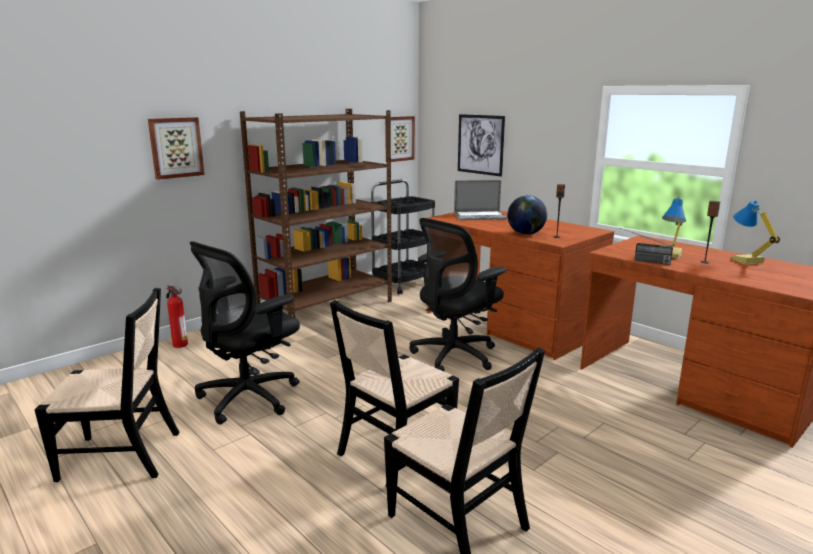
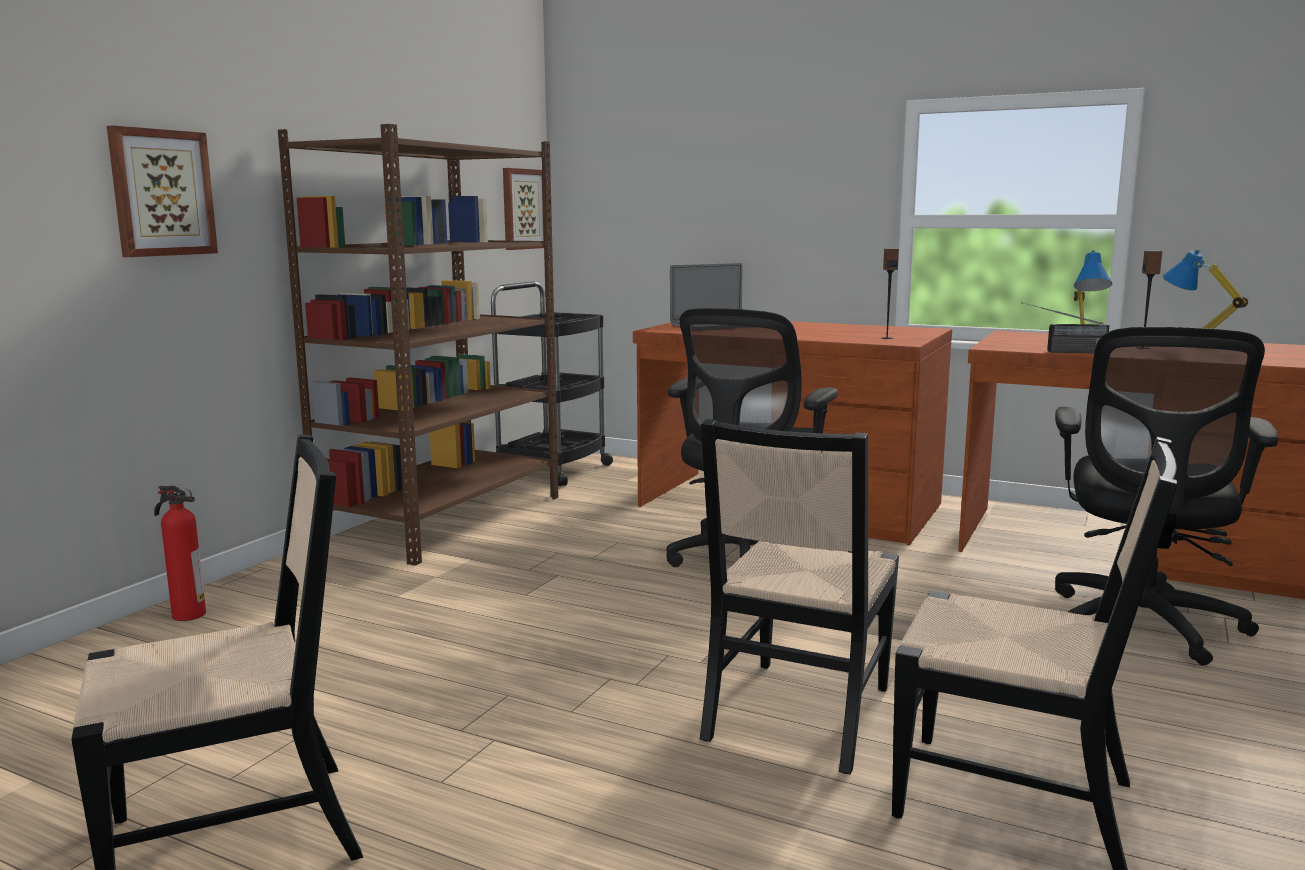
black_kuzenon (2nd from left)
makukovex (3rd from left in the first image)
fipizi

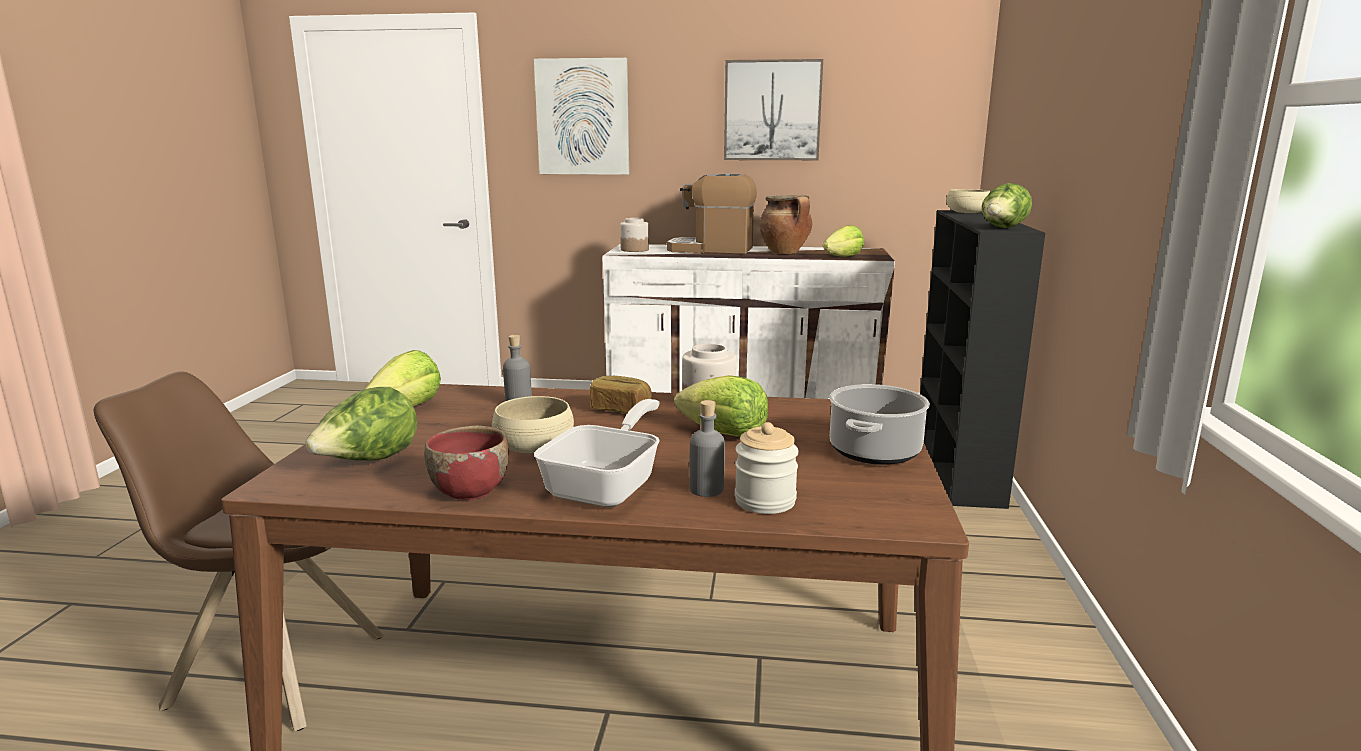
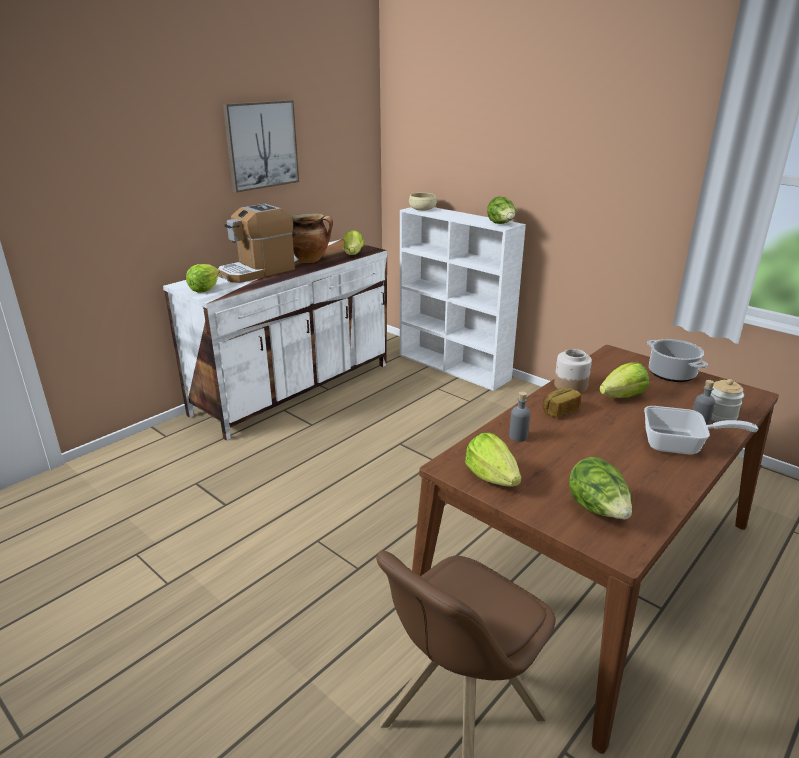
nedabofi (1st from left)
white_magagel
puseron
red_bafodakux
beige_bafodakux (1st from left in the first image)
makukovex (1st from left in the first image)

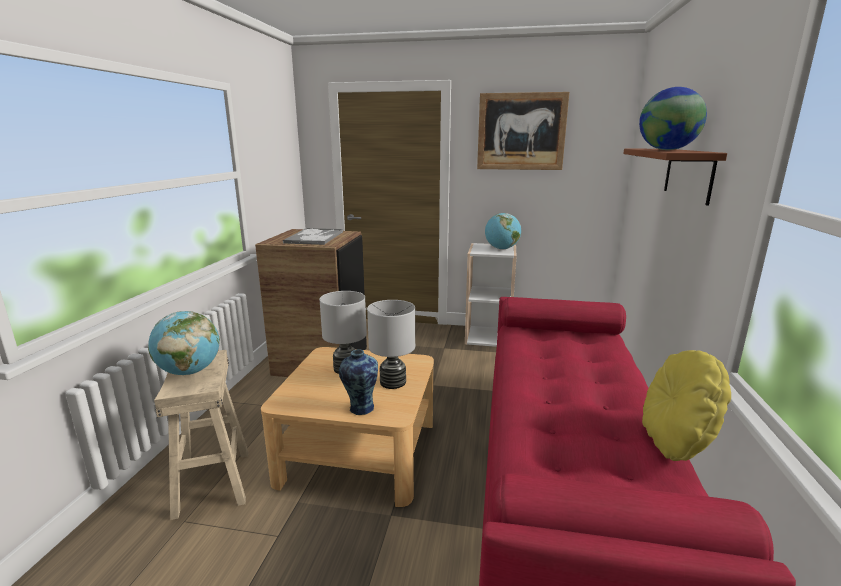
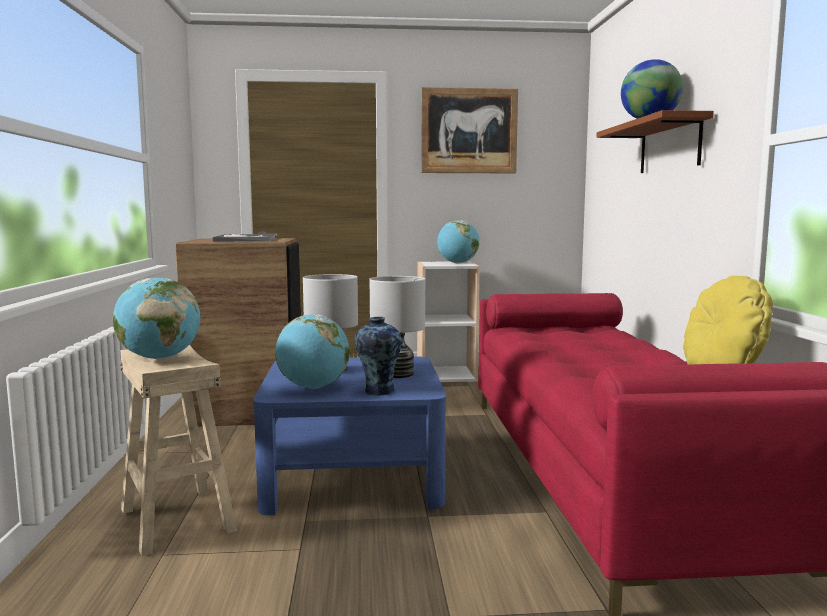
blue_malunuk
fipizi (2nd from left)

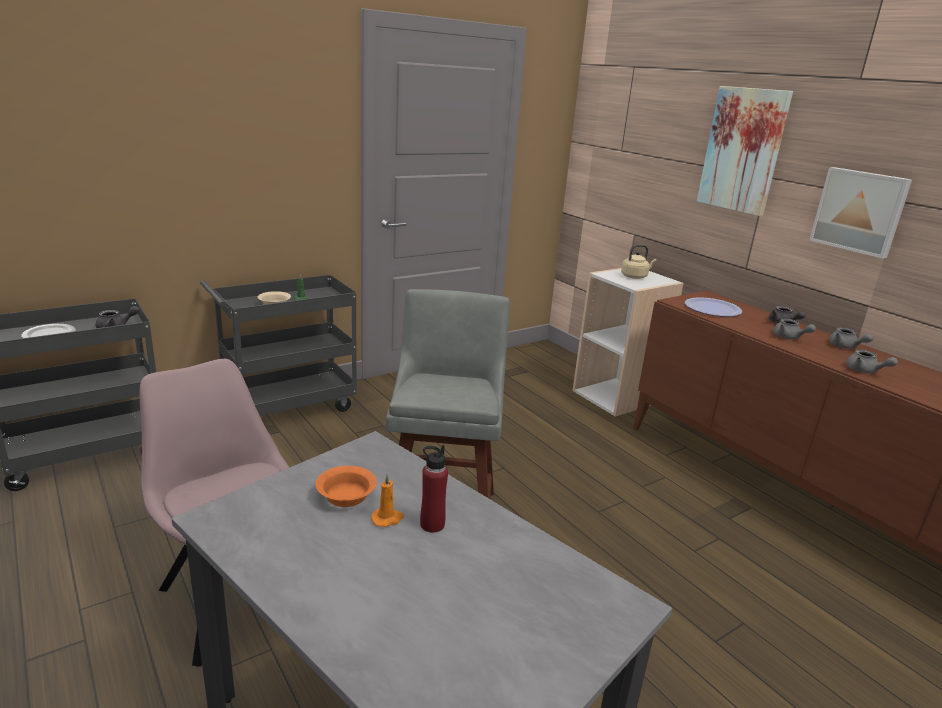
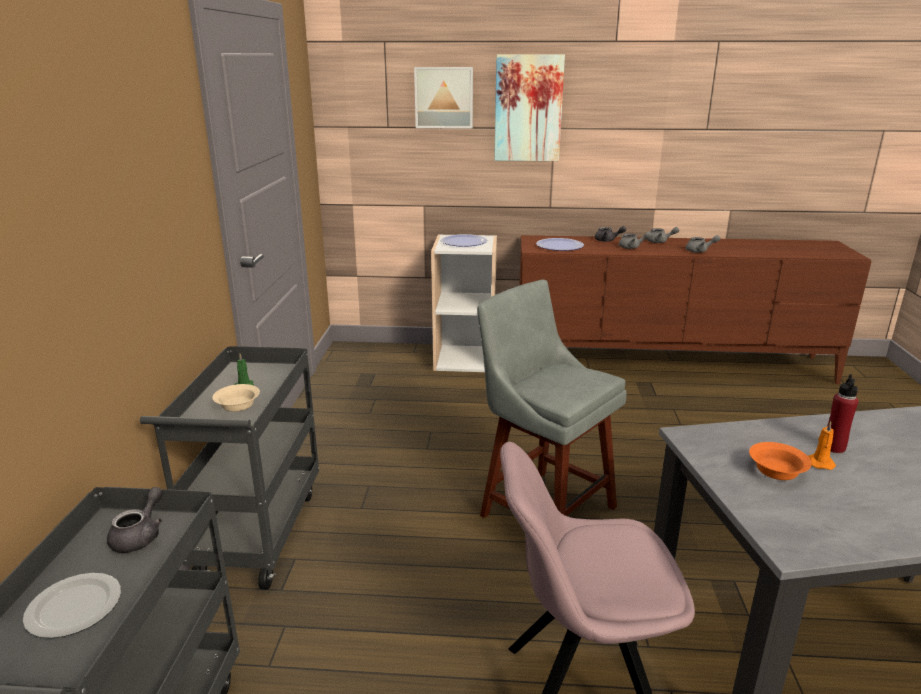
makukovex (1st from left)
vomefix (2nd from left)

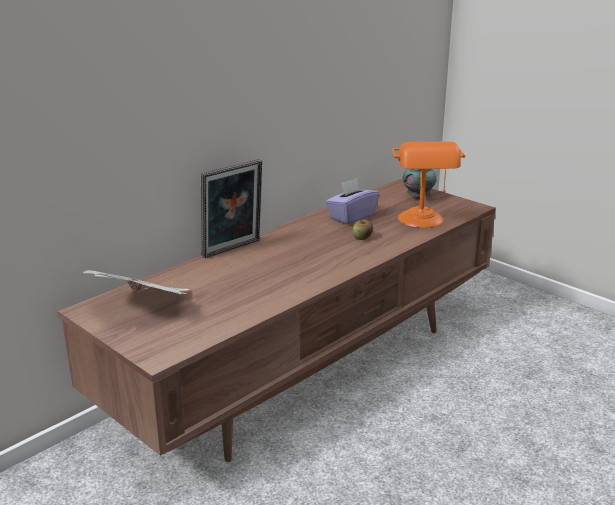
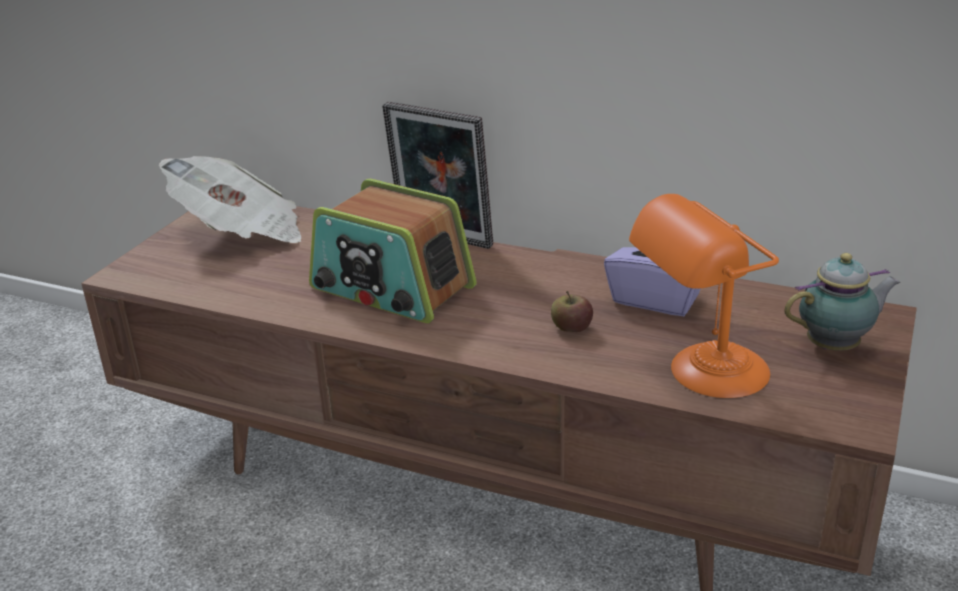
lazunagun

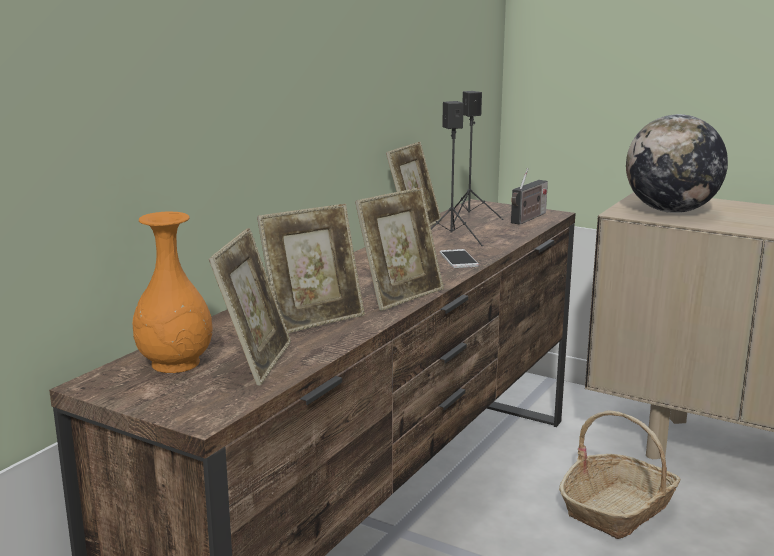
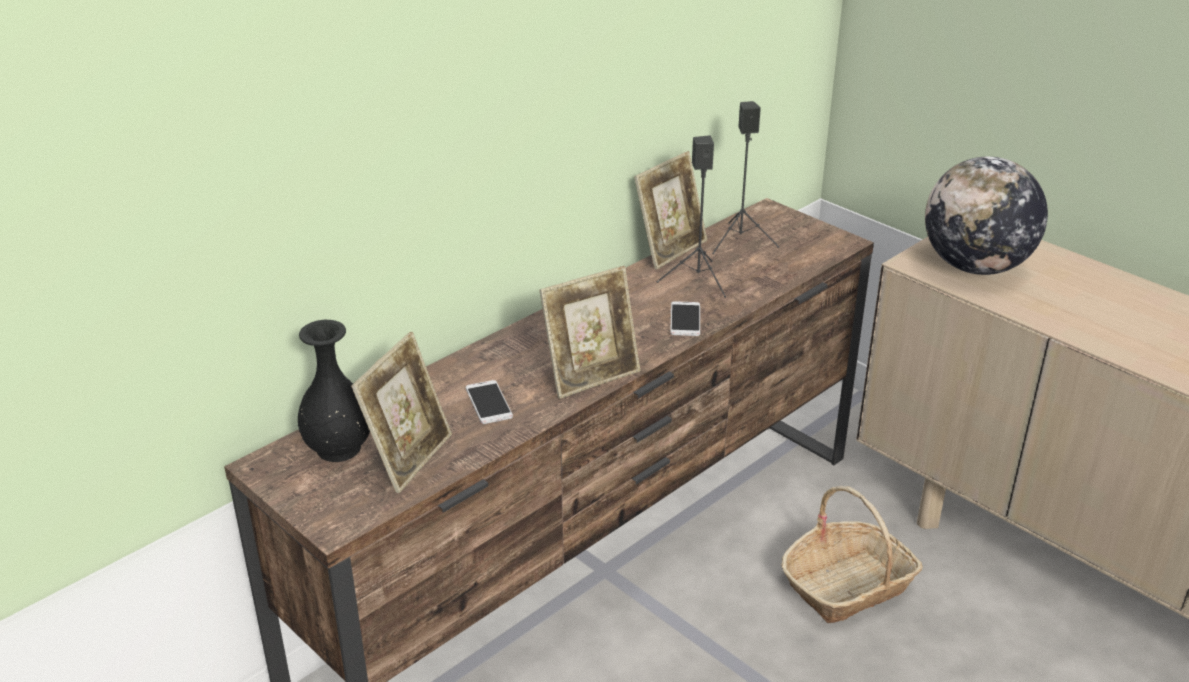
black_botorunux
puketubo (1st from left)
lazunagun

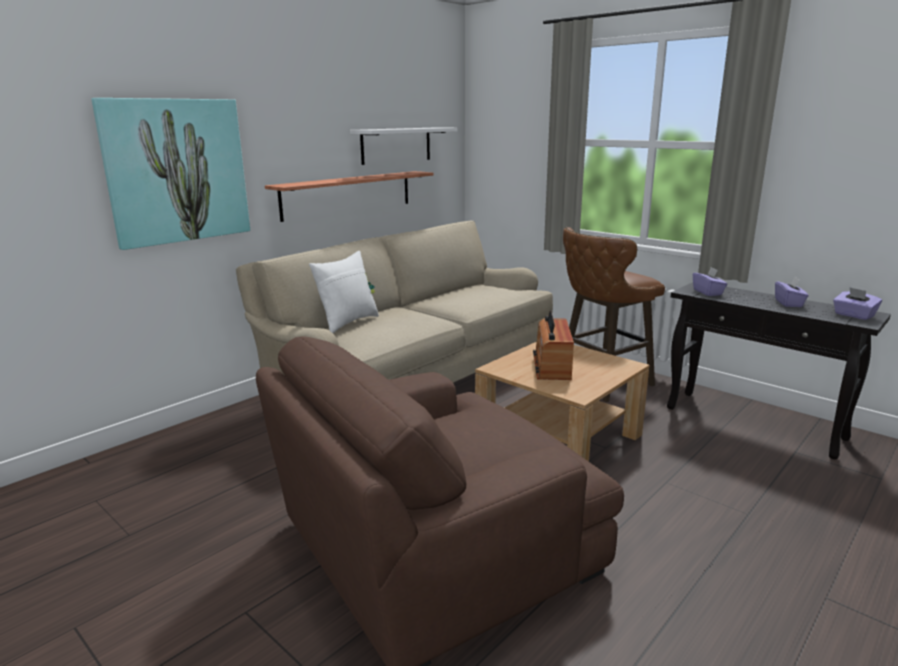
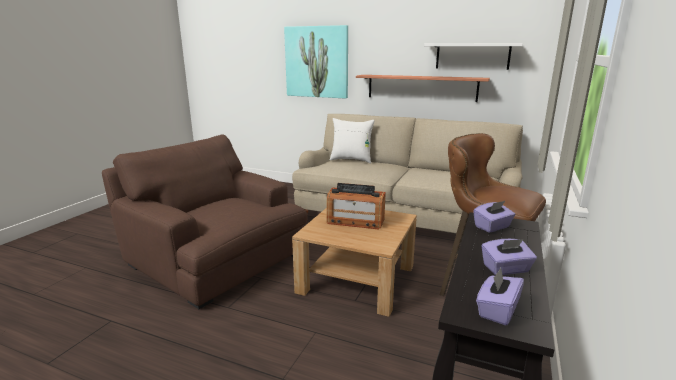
lazunagun

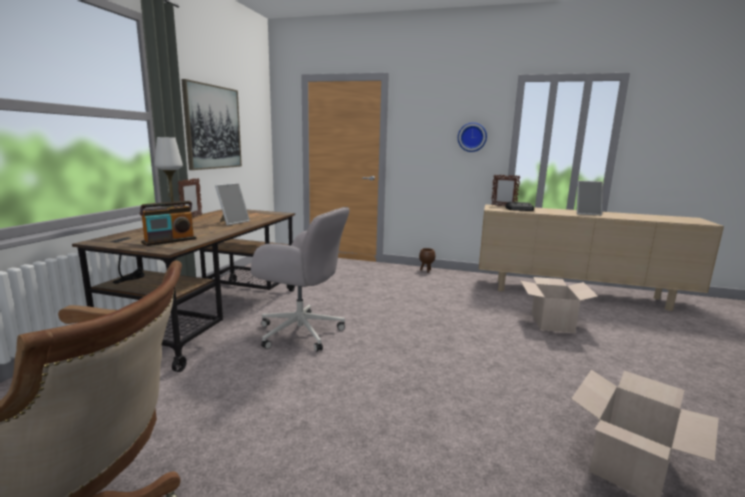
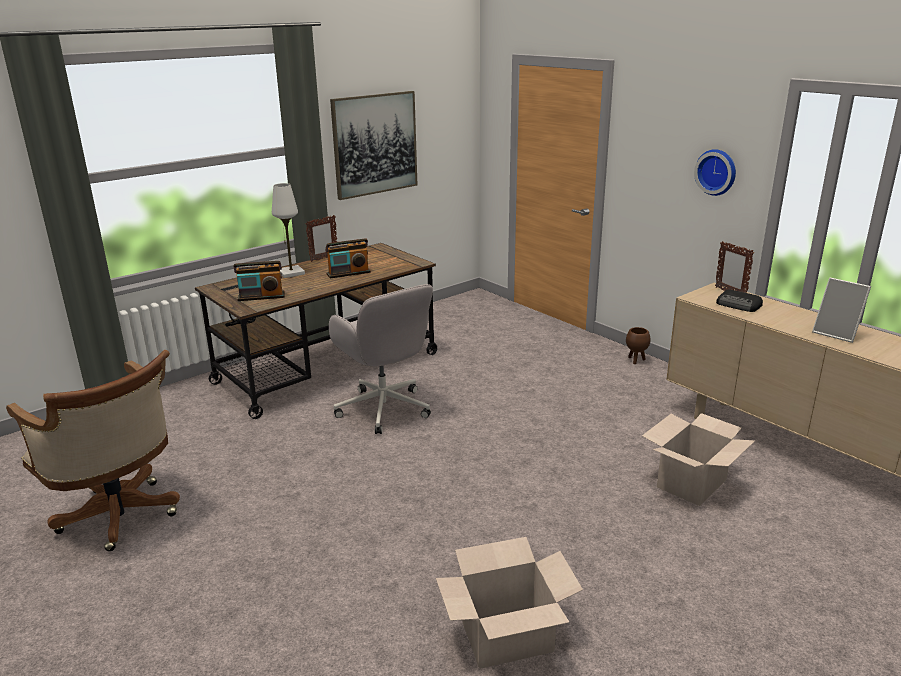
lazunagun (2nd from left)

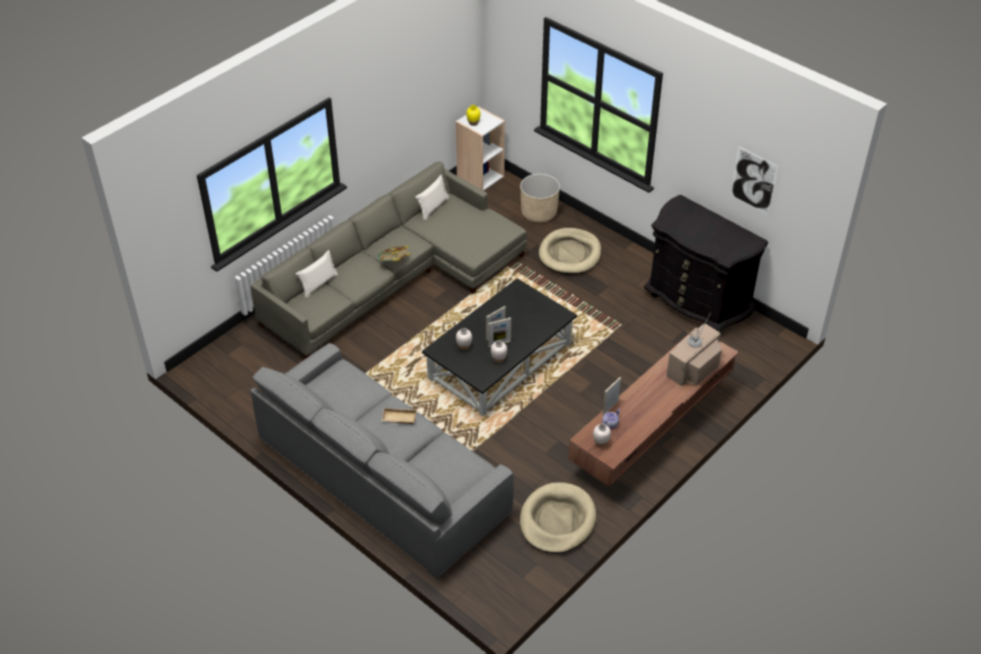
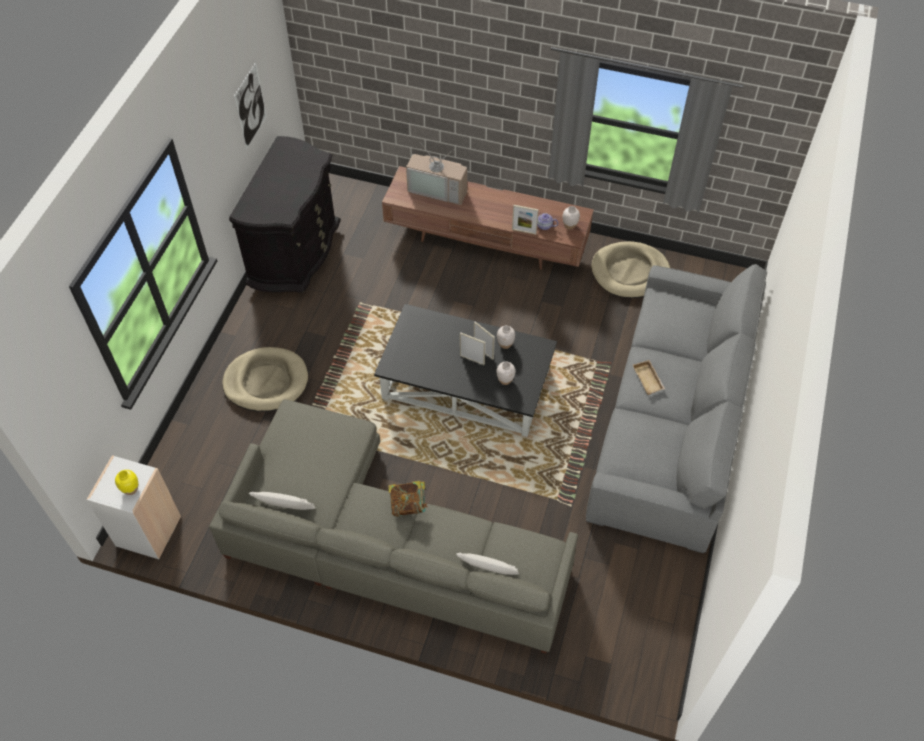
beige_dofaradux

